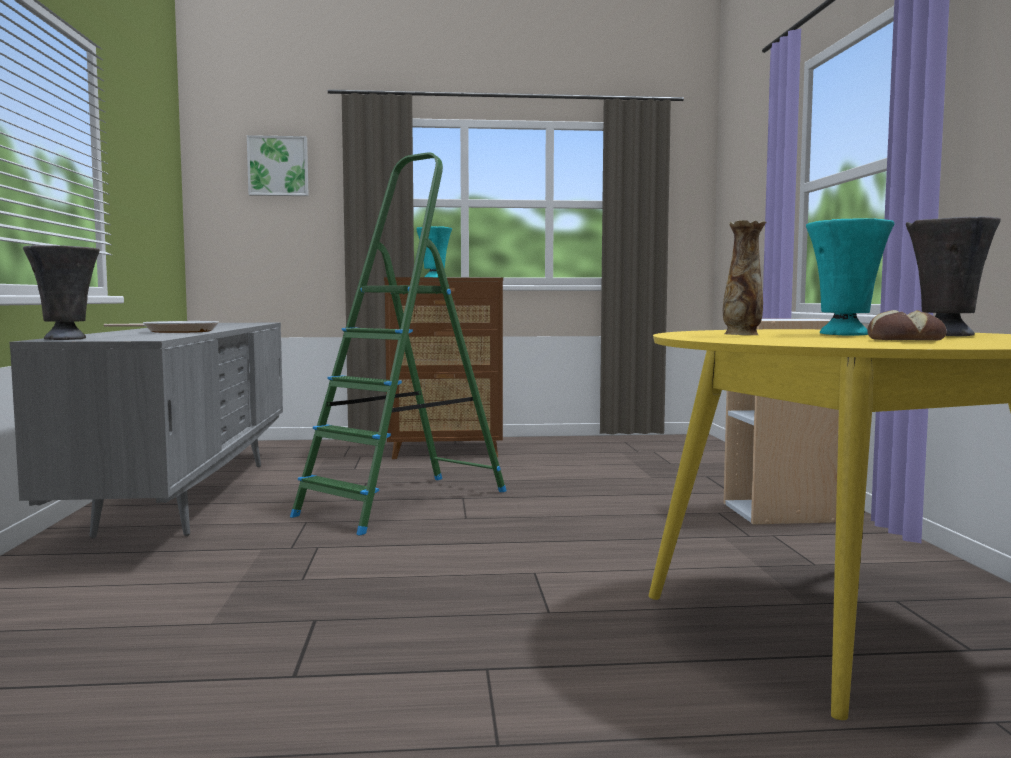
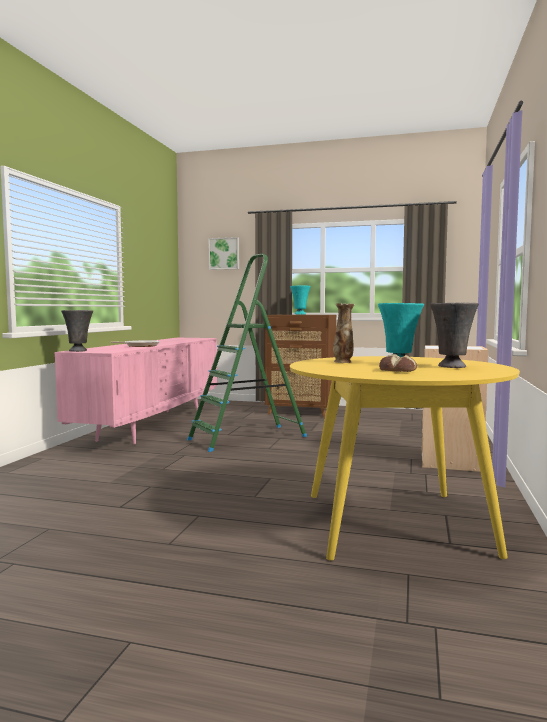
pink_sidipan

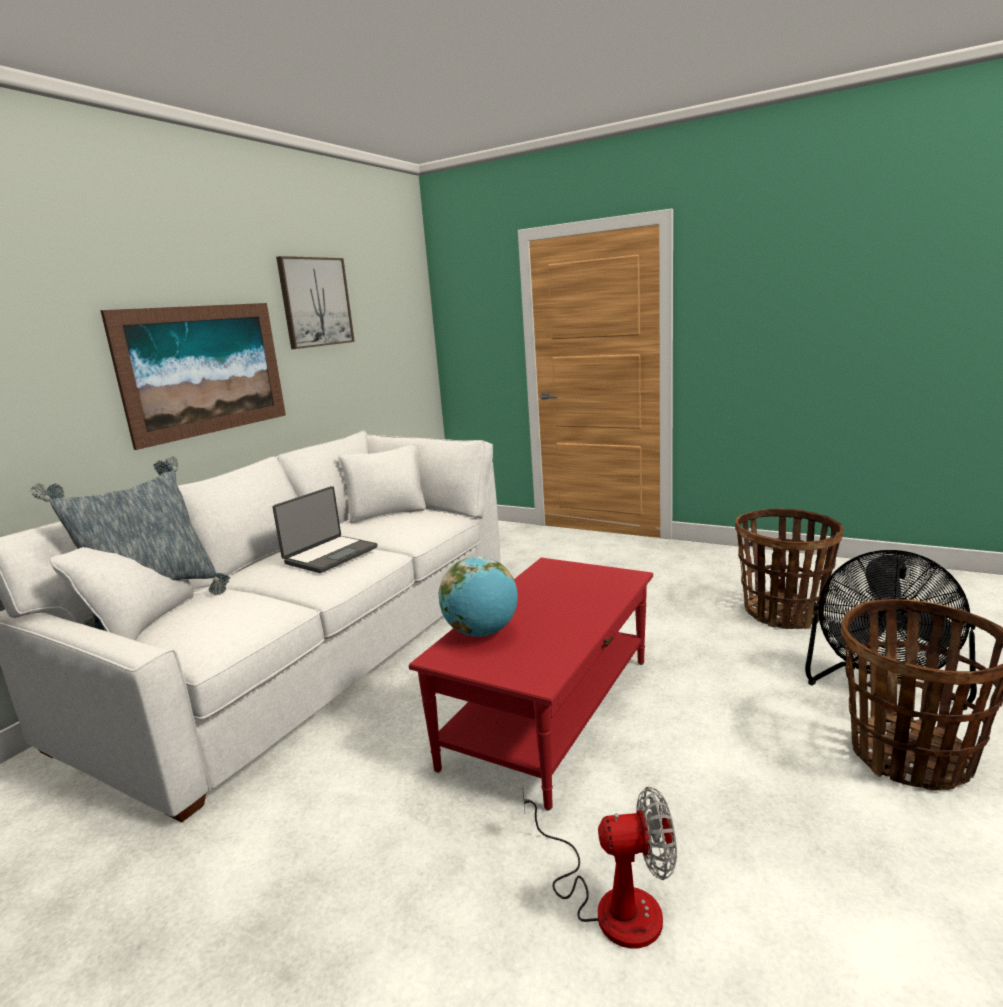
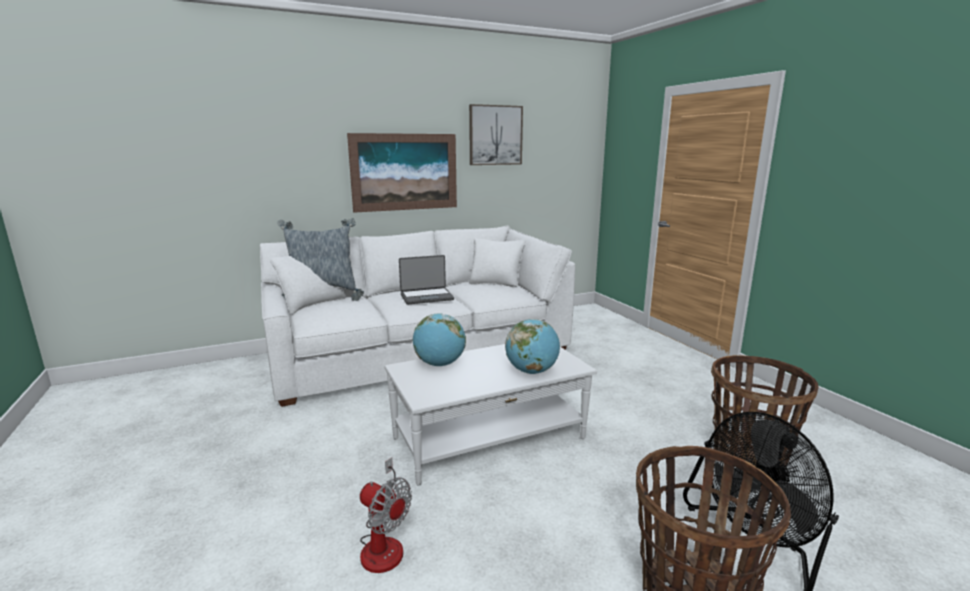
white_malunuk
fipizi (2nd from left)

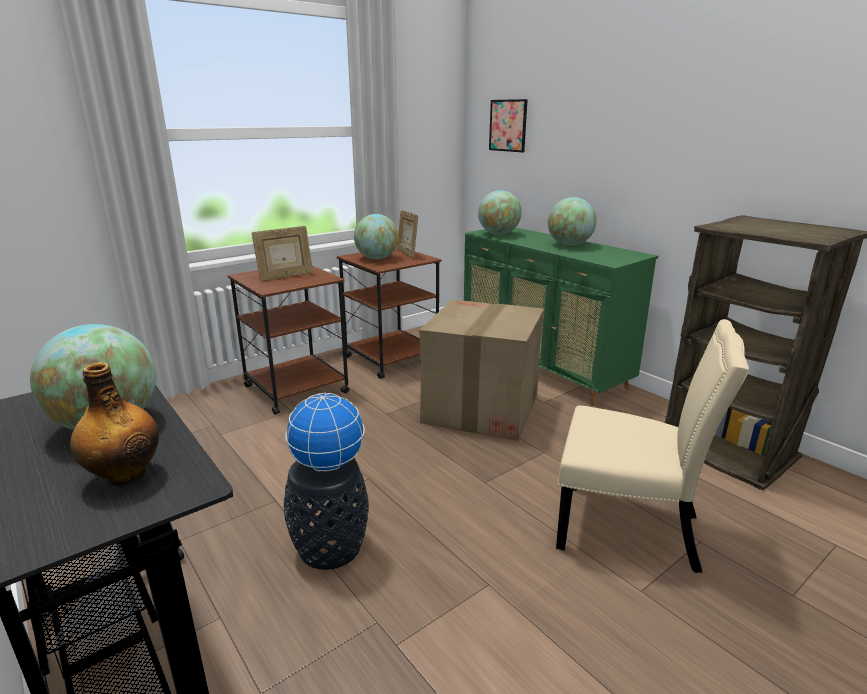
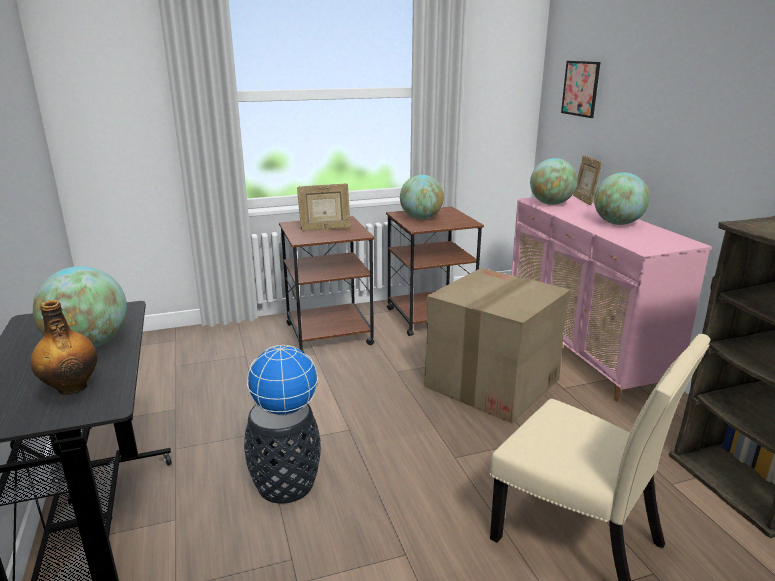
pink_sidipan
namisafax (2nd from left)

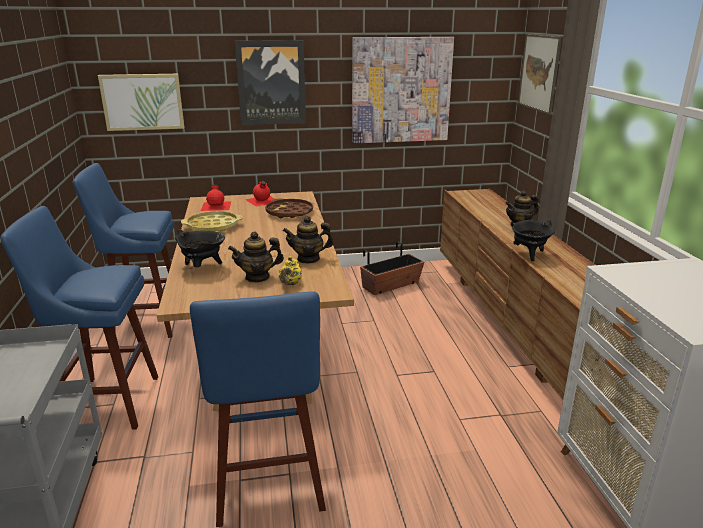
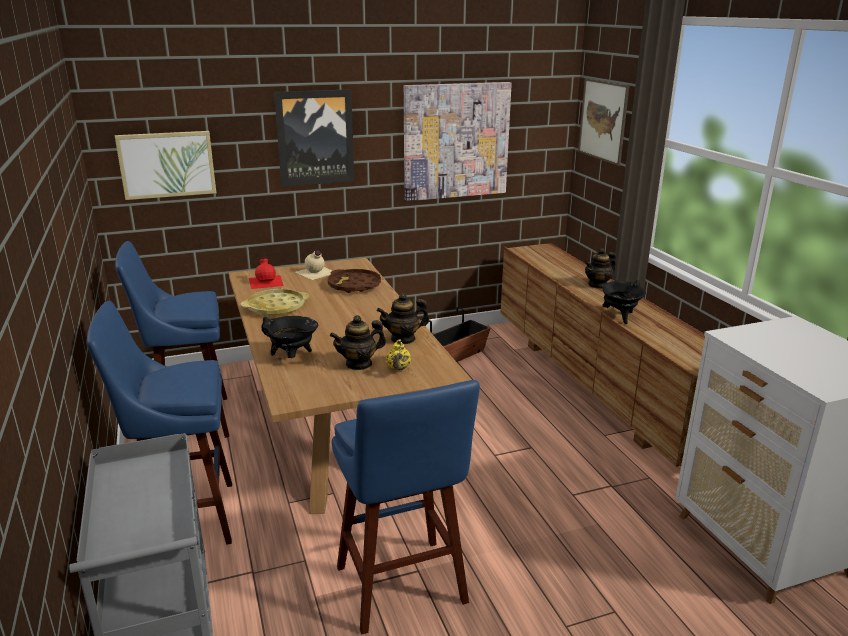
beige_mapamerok

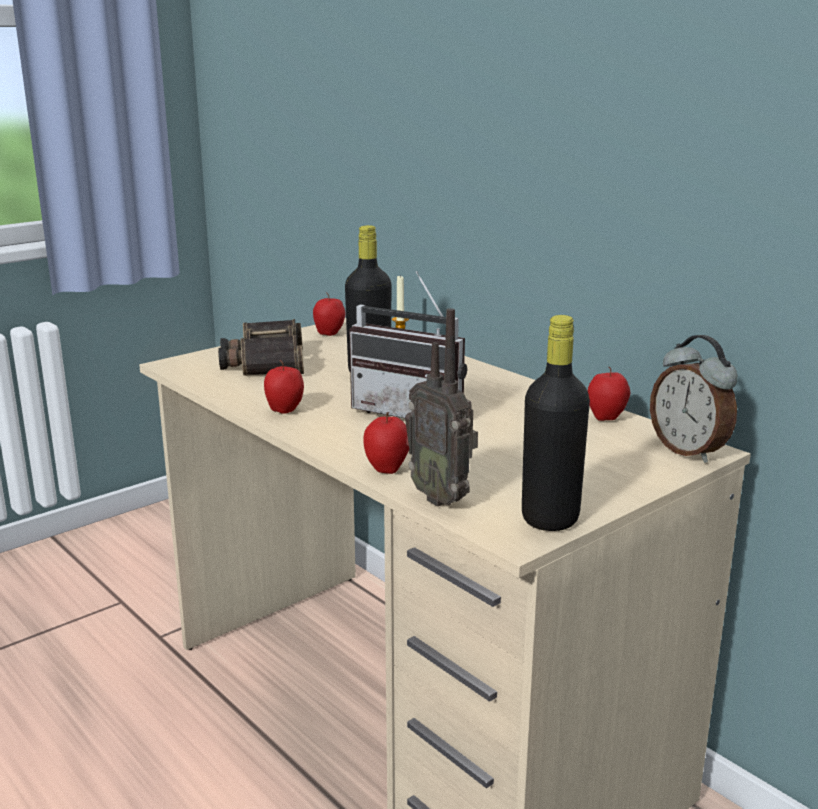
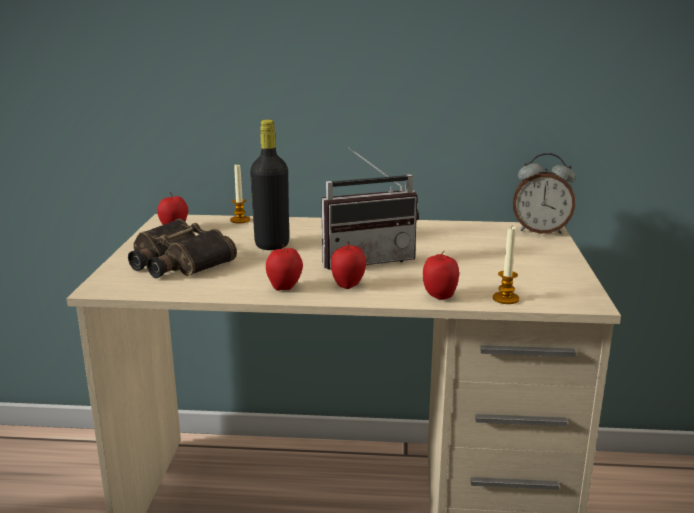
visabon (3rd from left)
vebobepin (2nd from left)
black_mapamerok (2nd from left in the first image)

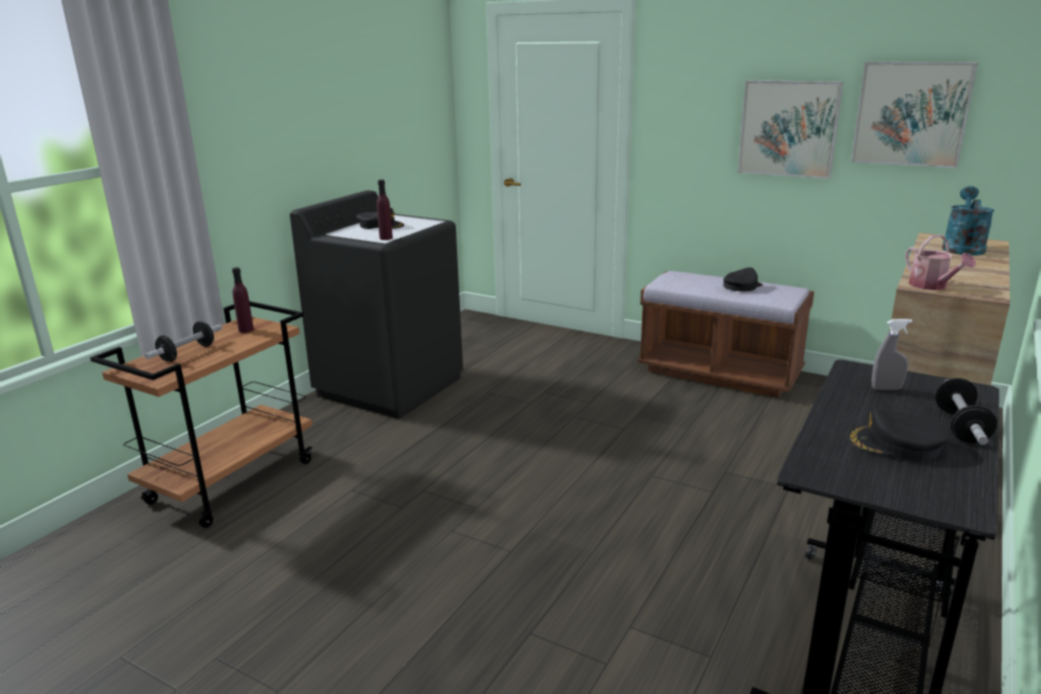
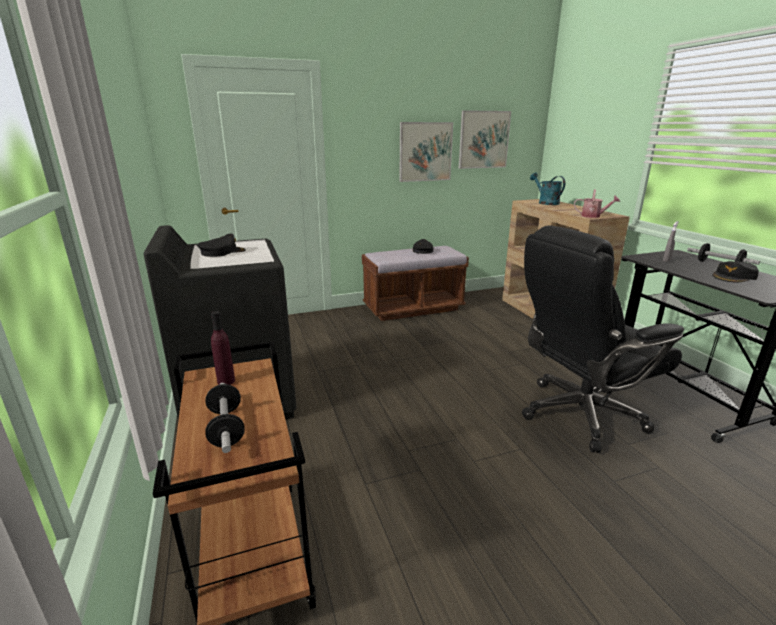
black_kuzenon
purple_mapamerok (2nd from left in the first image)

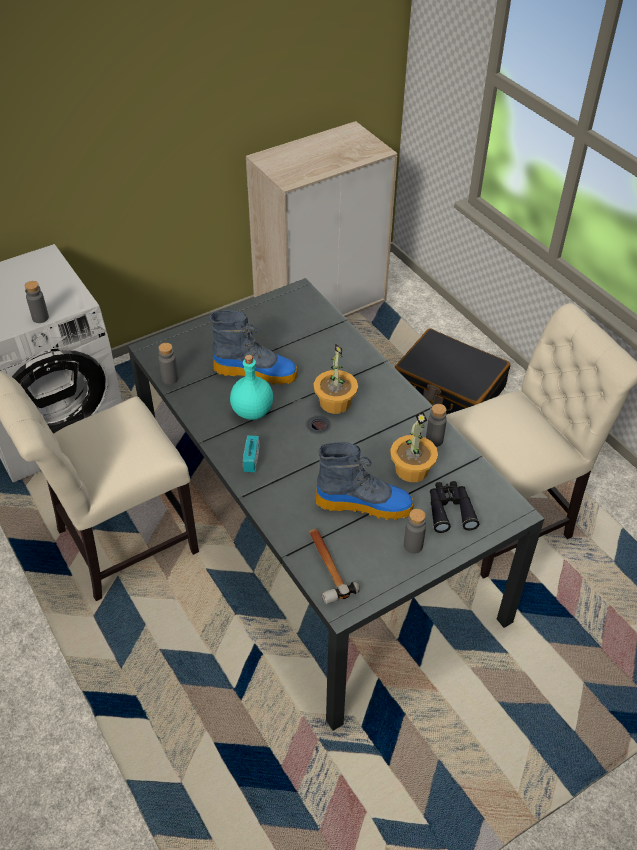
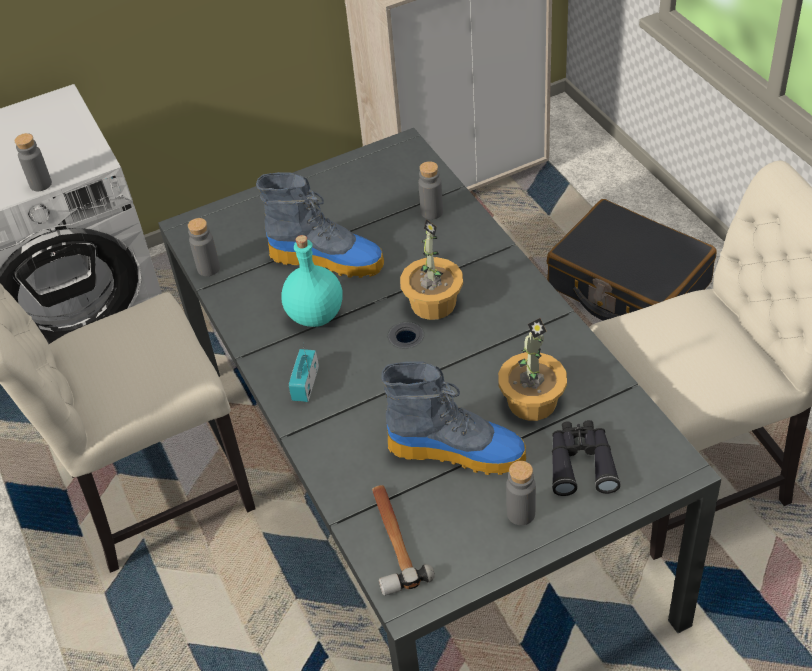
grey_mapamerok (3rd from left)

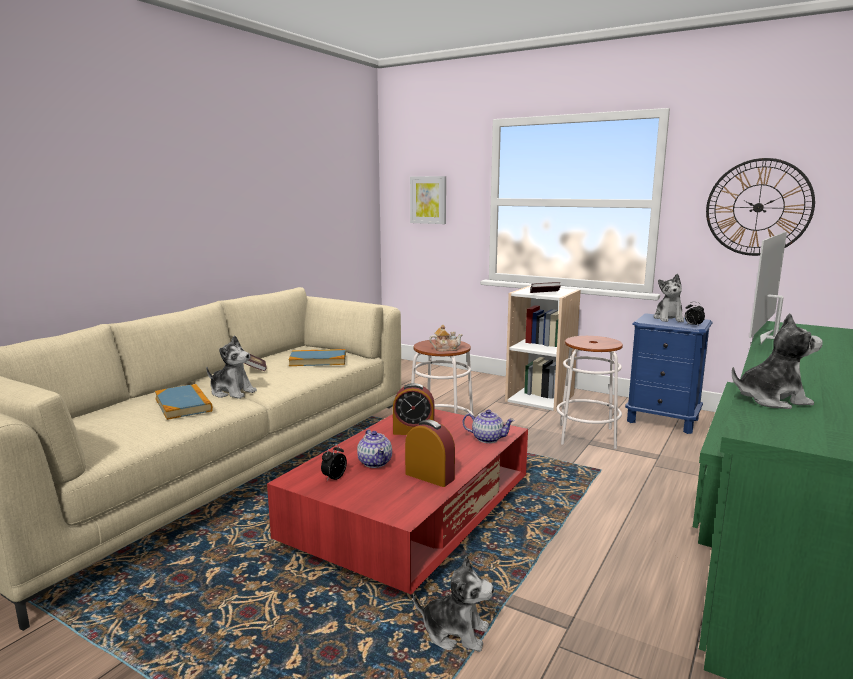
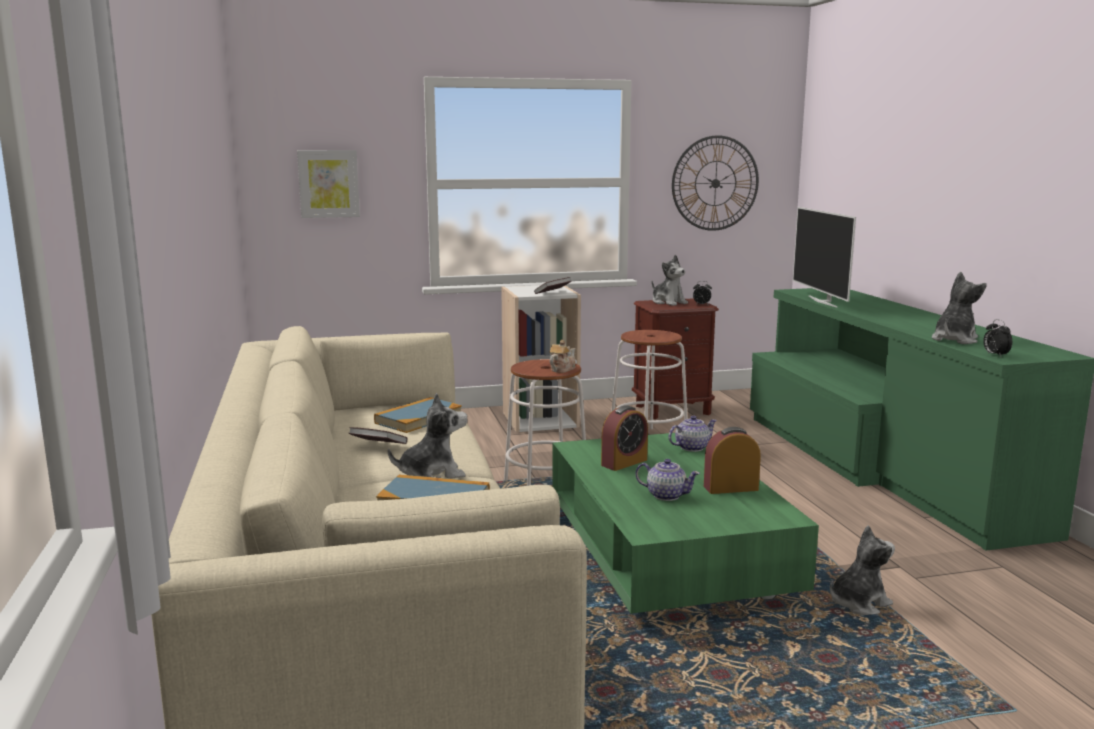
green_malunuk
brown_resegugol
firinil (4th from left)

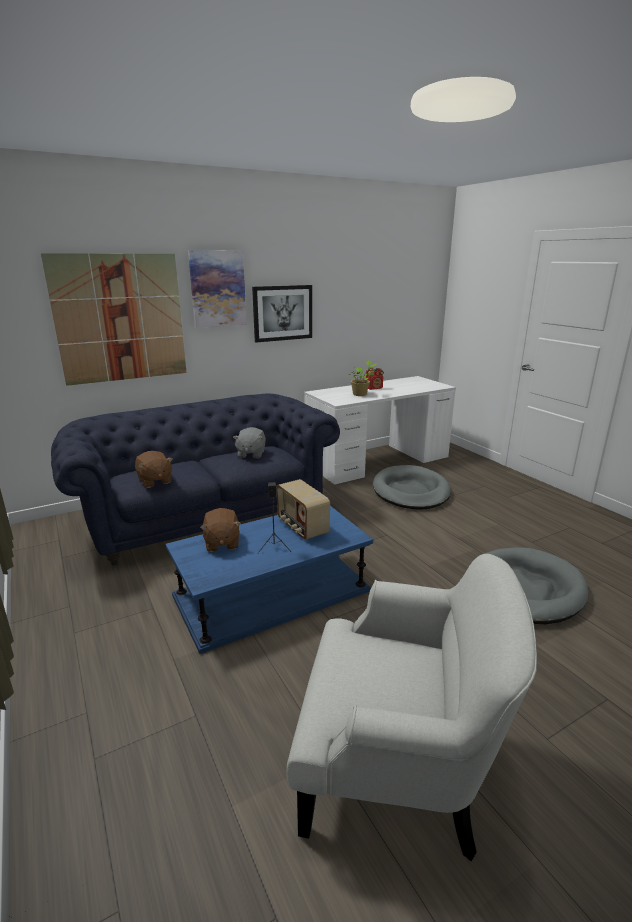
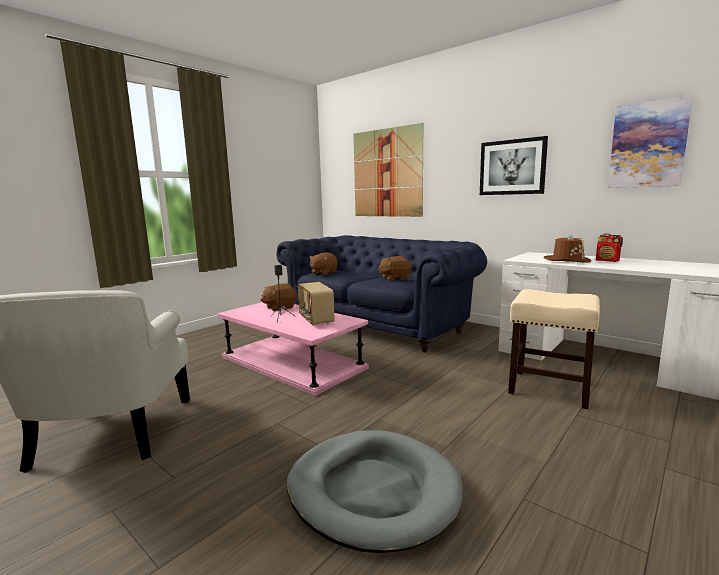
pink_malunuk
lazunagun (1st from left)
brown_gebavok (3rd from left)
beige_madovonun
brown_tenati
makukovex (3rd from left)

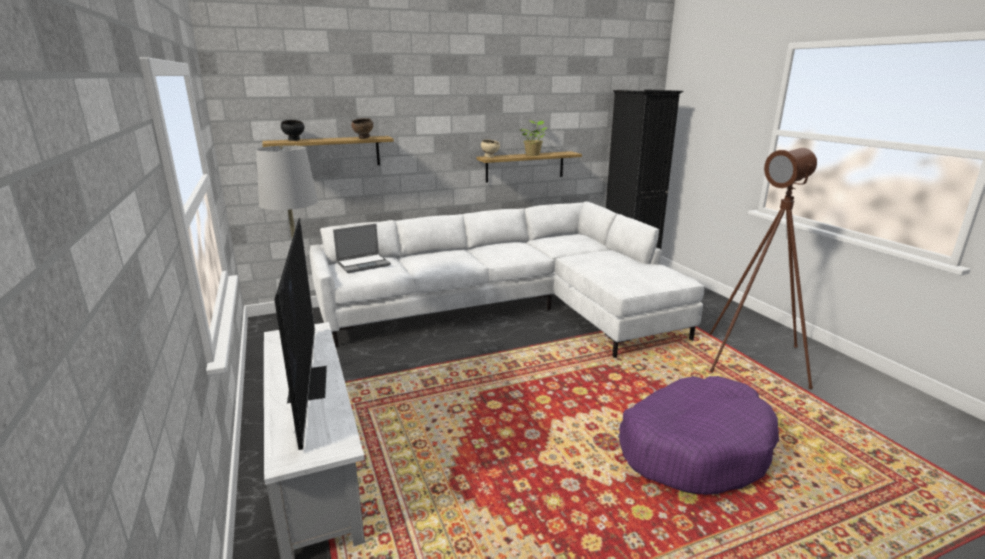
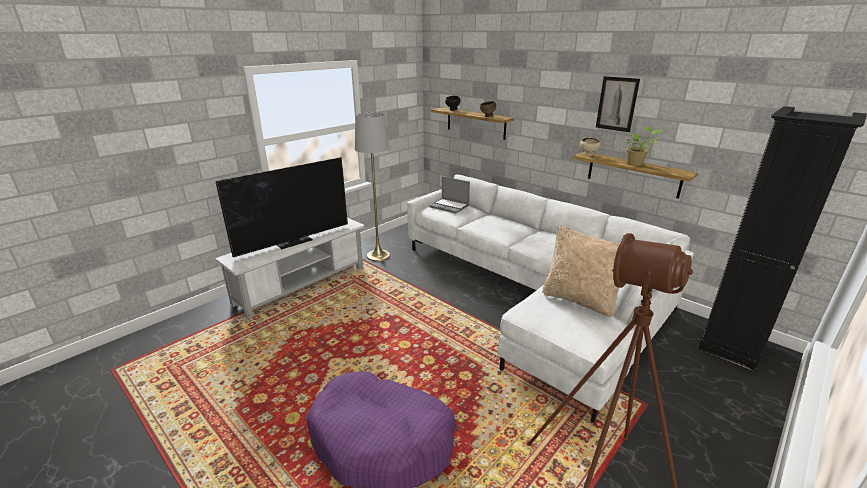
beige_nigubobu
makukovex

